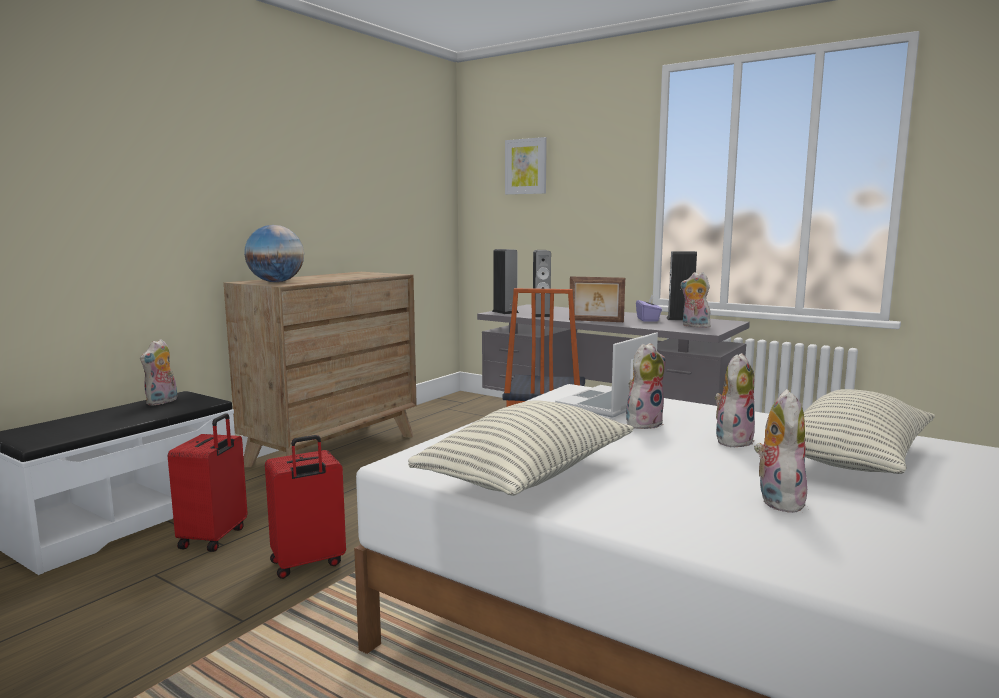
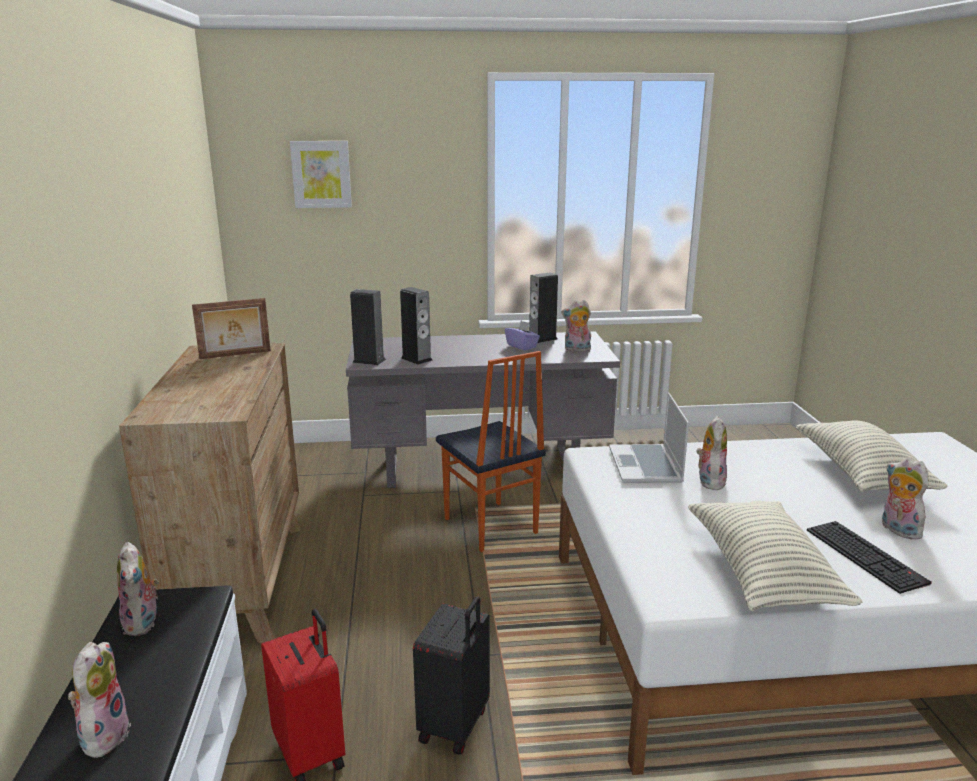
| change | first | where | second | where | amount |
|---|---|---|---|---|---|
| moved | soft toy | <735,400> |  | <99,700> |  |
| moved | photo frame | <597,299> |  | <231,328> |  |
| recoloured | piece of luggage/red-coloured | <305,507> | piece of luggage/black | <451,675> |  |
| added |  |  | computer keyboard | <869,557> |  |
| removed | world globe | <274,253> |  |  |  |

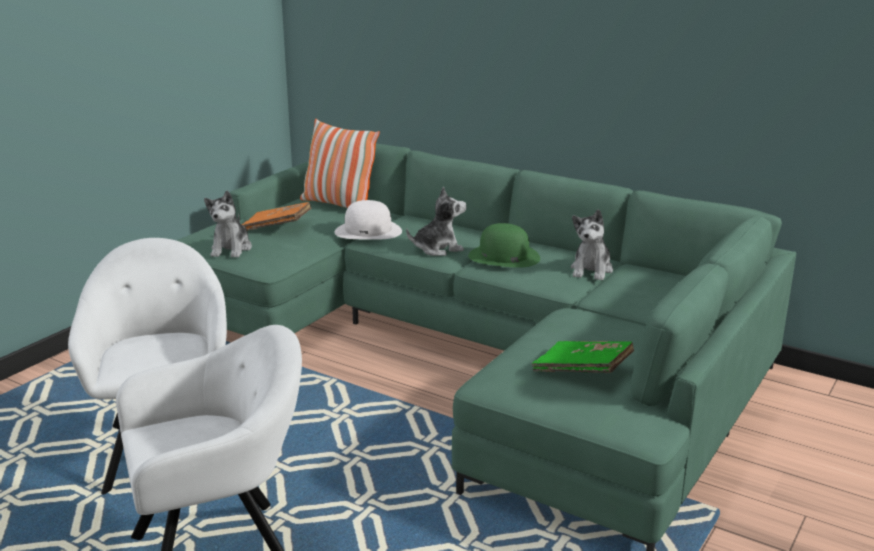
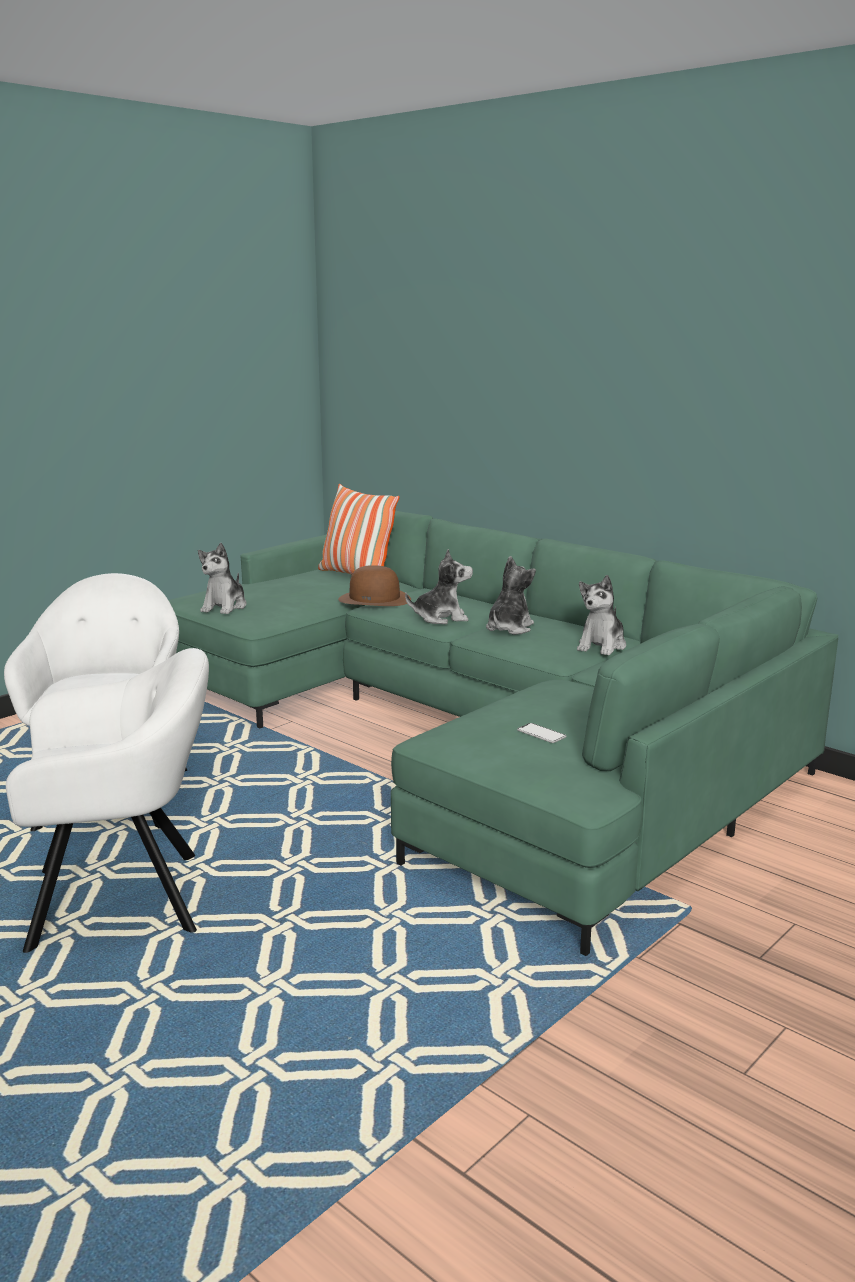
| change | first | where | second | where | amount |
|---|---|---|---|---|---|
| recoloured | clothing hat/whitish | <368,220> | clothing hat/brown-coloured | <374,585> |  |
| replaced | clothing hat/green-coloured | <504,245> | soft toy | <511,595> |  |
| replaced | book/green-coloured | <583,357> | handset | <541,733> |  |
| removed | book/orange-coloured | <277,216> |  |  |  |

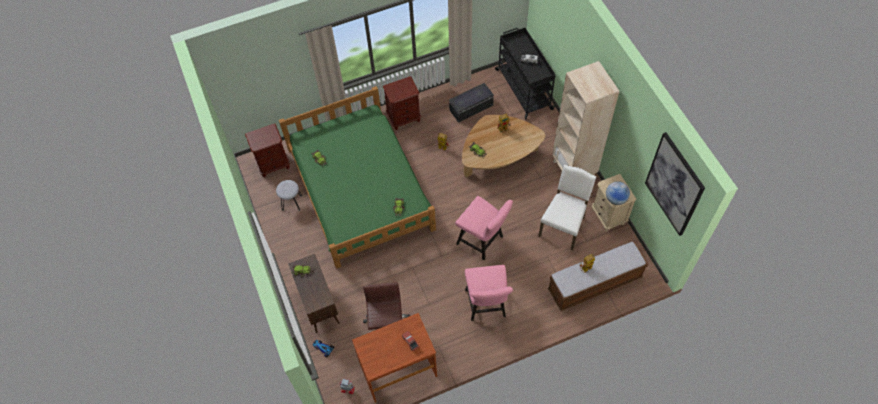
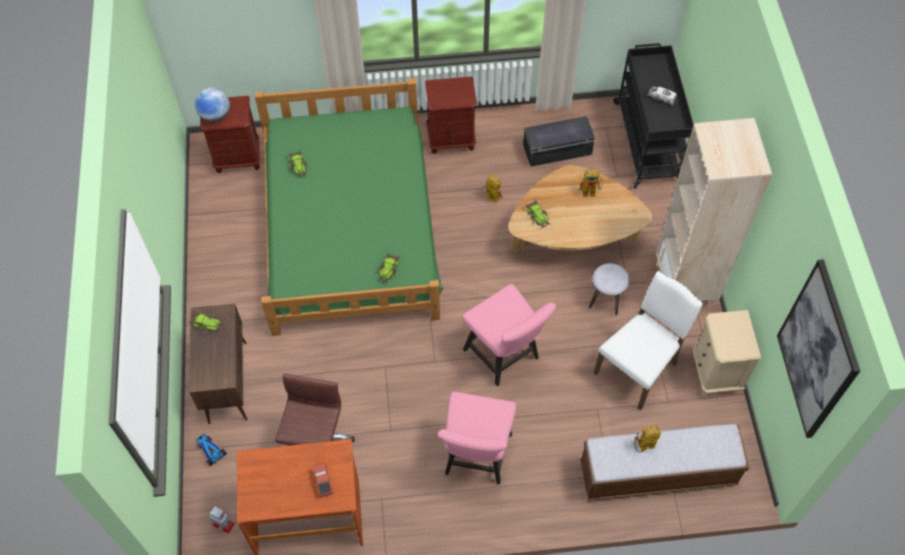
| change | first | where | second | where | amount |
|---|---|---|---|---|---|
| moved | world globe | <618,193> |  | <212,104> |  |
| moved | stool seat/grey | <289,195> |  | <609,289> |  |

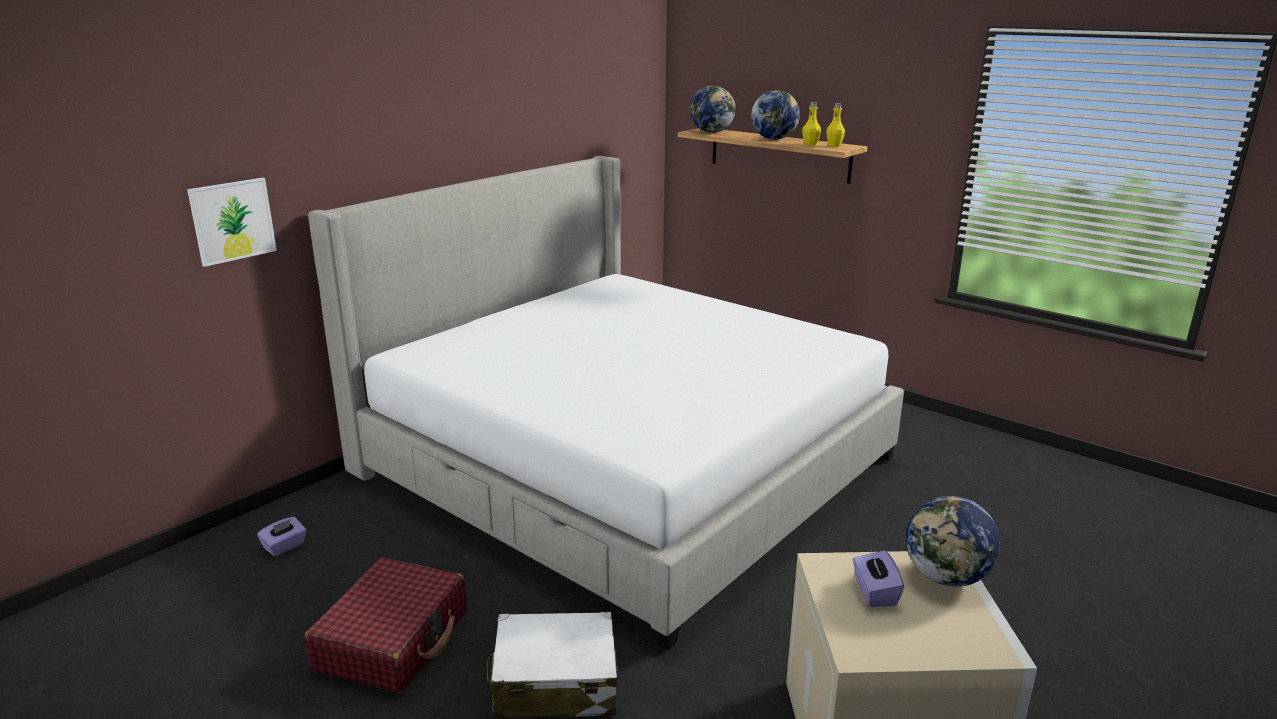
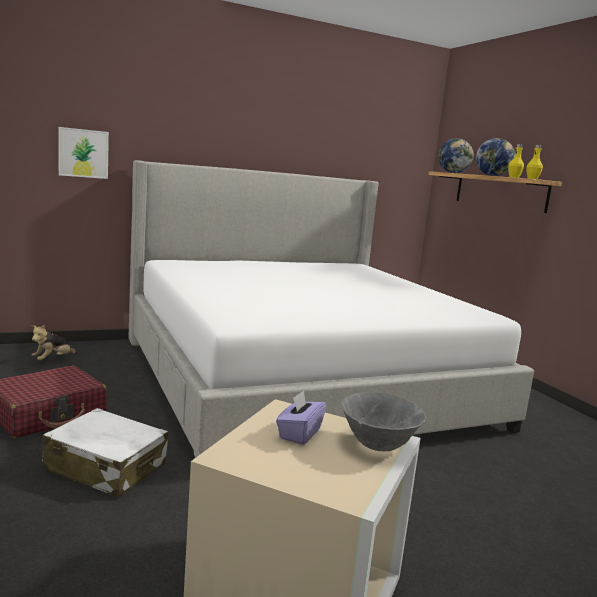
| change | first | where | second | where | amount |
|---|---|---|---|---|---|
| replaced | tissue box/purplish | <282,537> | soft toy | <54,342> |  |
| replaced | world globe | <953,541> | bowl/grey | <383,422> |  |

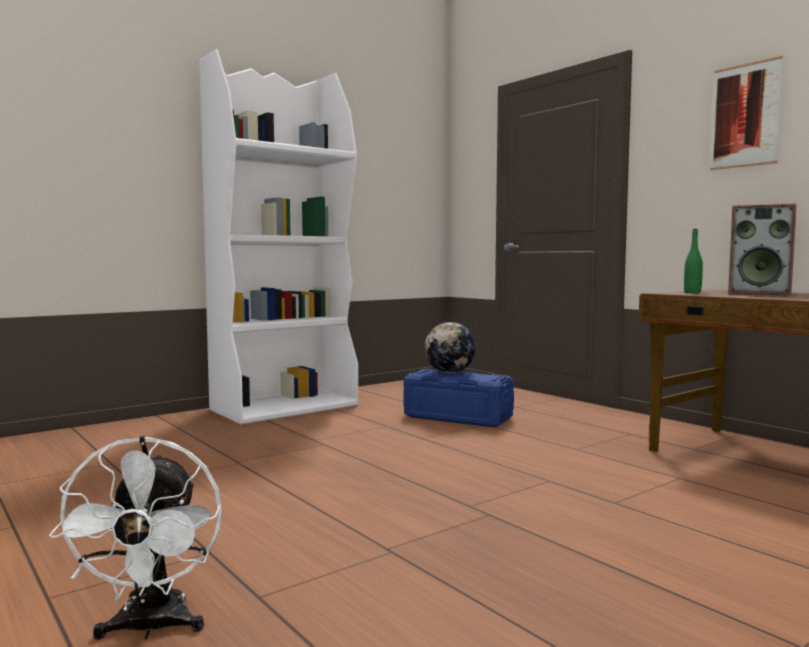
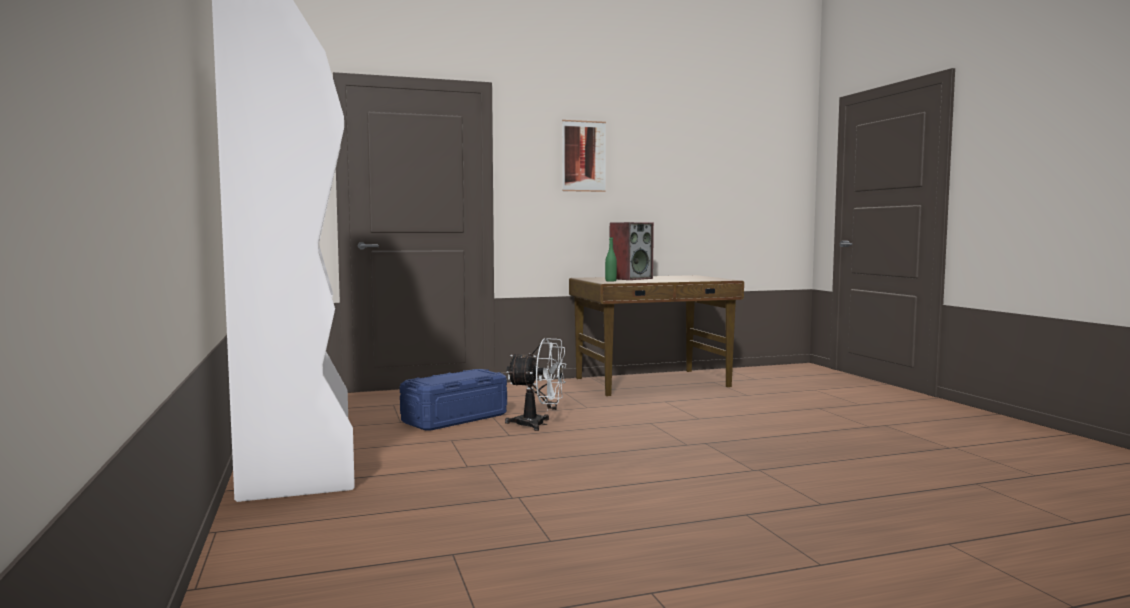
| change | first | where | second | where | amount |
|---|---|---|---|---|---|
| moved | cooling fan/whitish | <135,537> |  | <535,384> |  |
| removed | world globe | <450,347> |  |  |  |

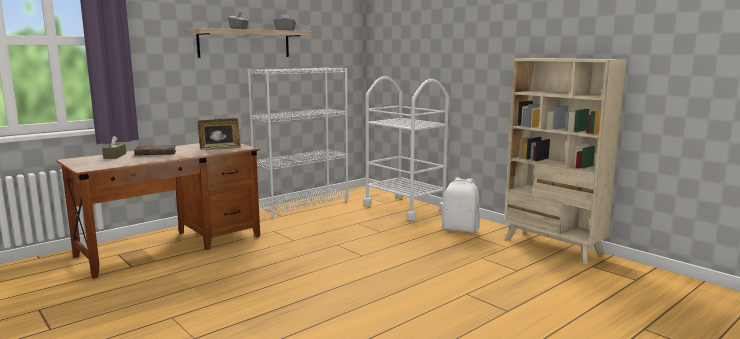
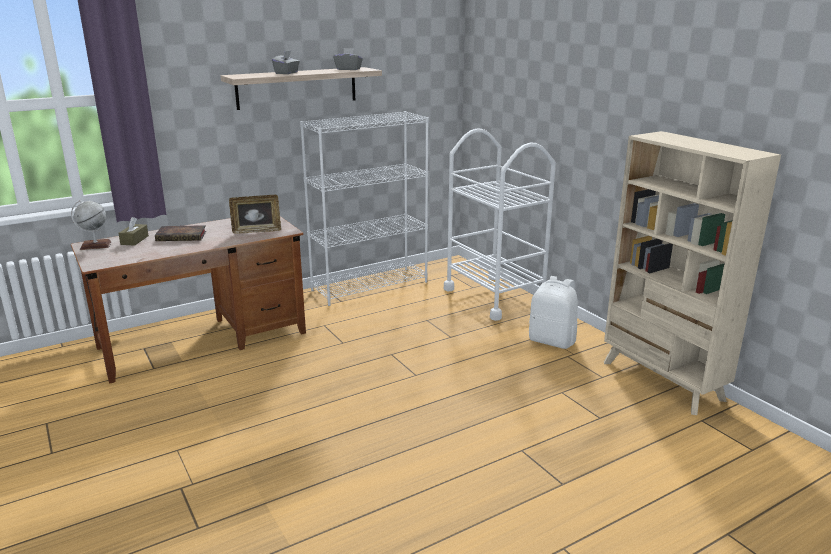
| change | first | where | second | where | amount |
|---|---|---|---|---|---|
| added |  |  | world globe | <91,225> |  |

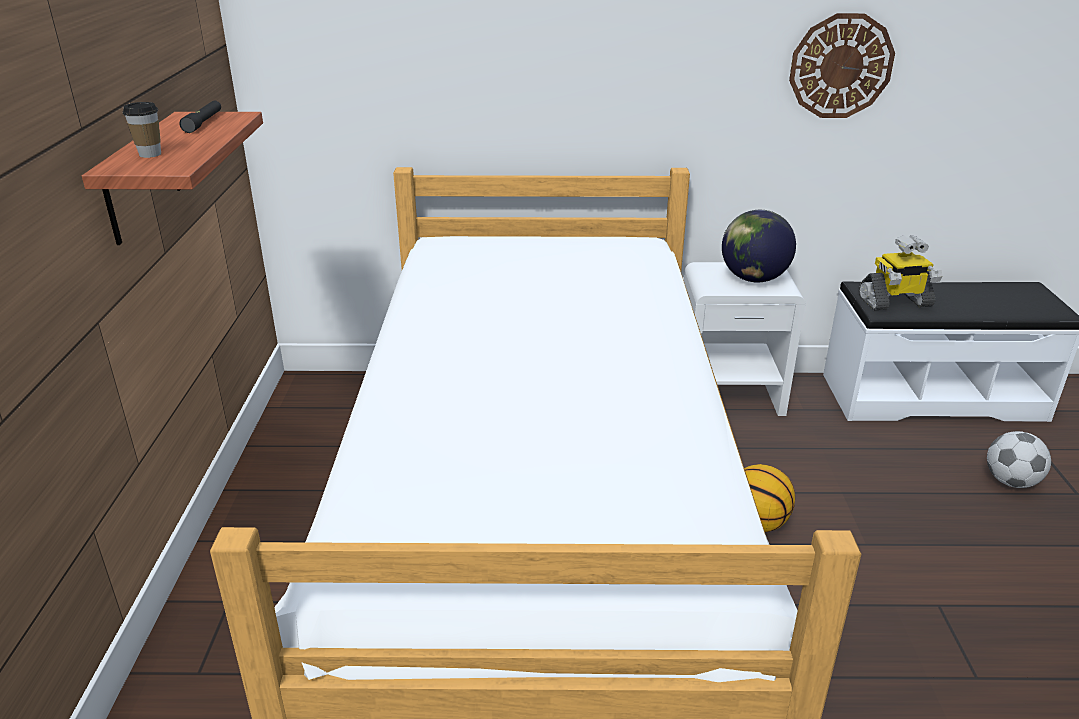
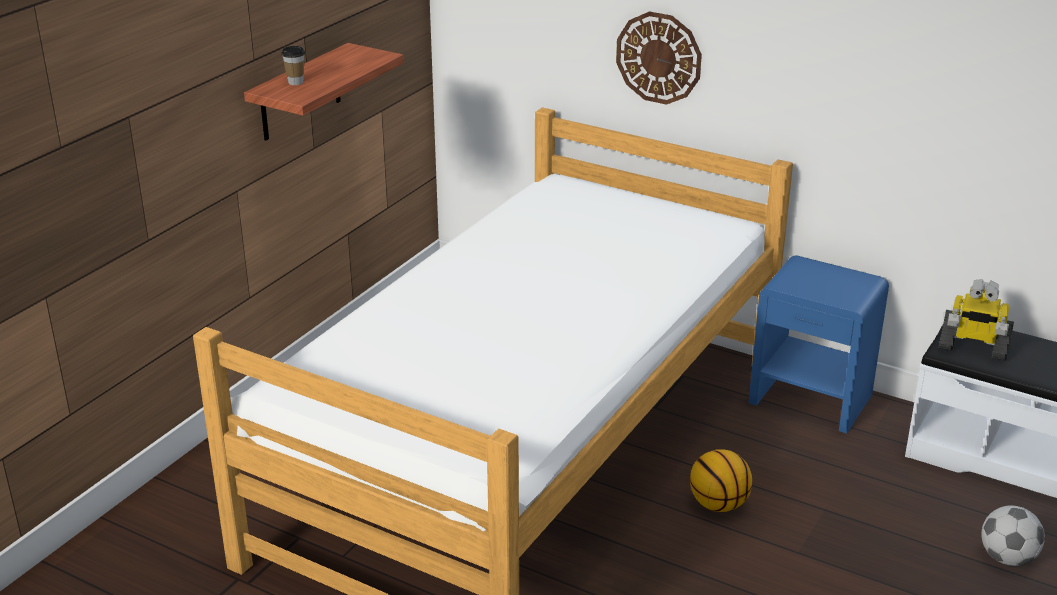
| change | first | where | second | where | amount |
|---|---|---|---|---|---|
| moved | clock on the wall | <842,65> |  | <659,58> |  |
| recoloured | night table/whitish | <744,339> | night table/blue-coloured | <819,344> |  |
| removed | flashlight/black | <200,116> |  |  |  |
| removed | world globe | <759,246> |  |  |  |

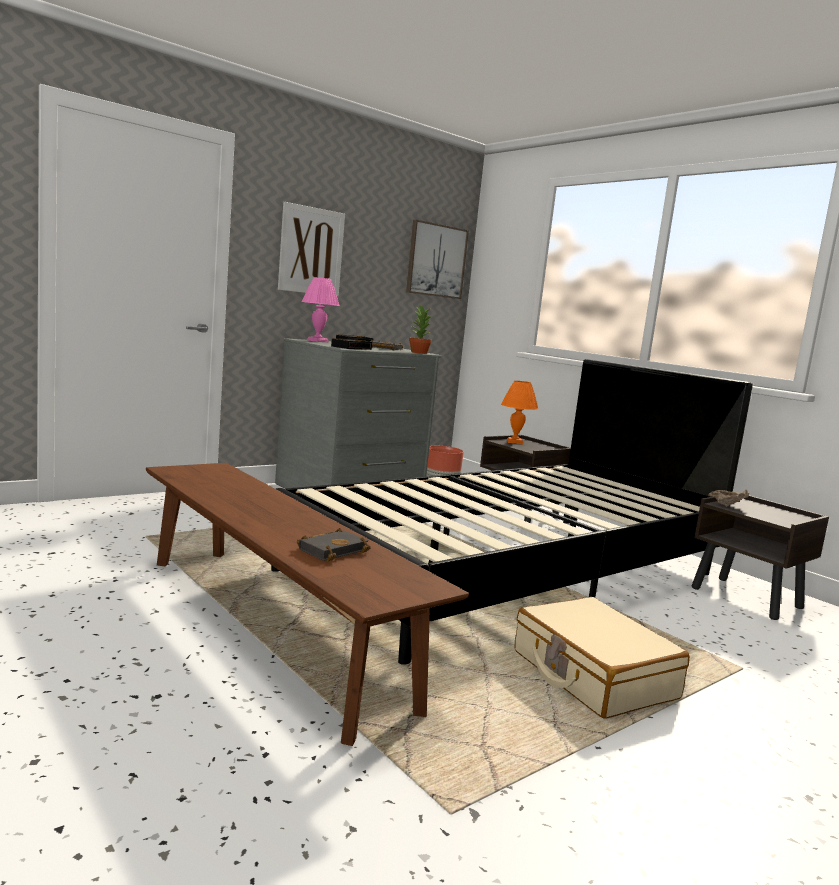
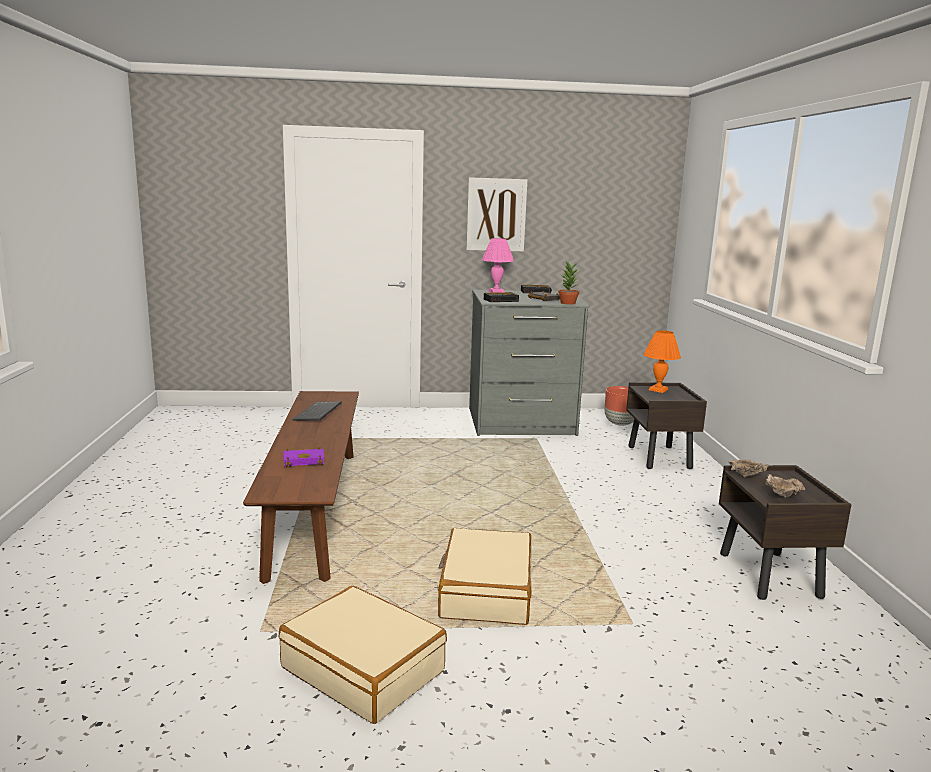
| change | first | where | second | where | amount |
|---|---|---|---|---|---|
| added |  |  | piece of luggage/beige | <363,655> |  |
| recoloured | book/black | <334,545> | book/purplish | <304,457> |  |
| added |  |  | computer keyboard | <317,411> |  |
| added |  |  | bowl/beige | <785,486> |  |
| removed | bed/black | <512,512> |  |  |  |
| removed | wall picture | <437,259> |  |  |  |

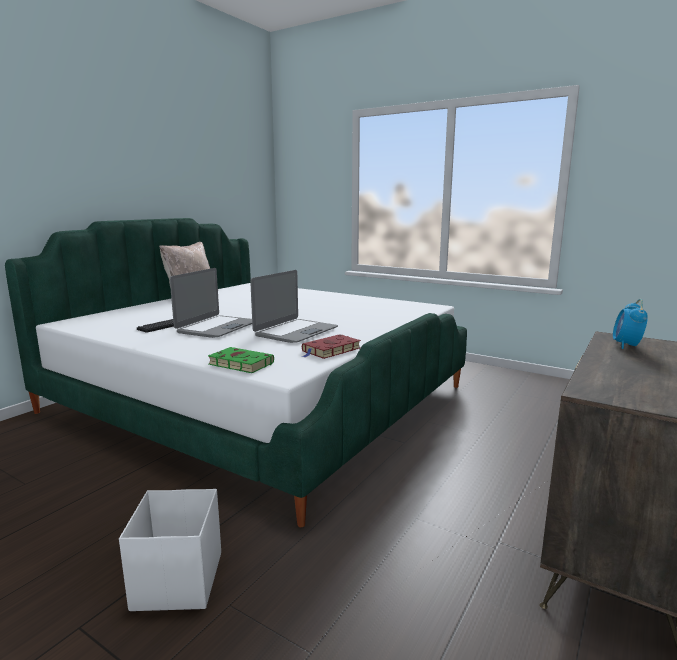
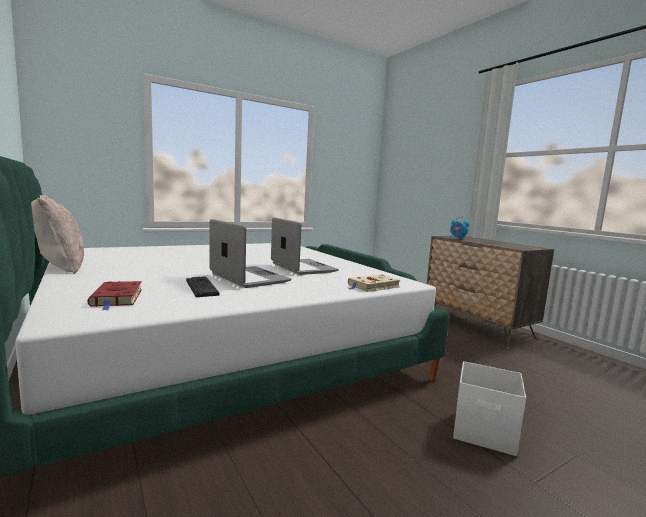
| change | first | where | second | where | amount |
|---|---|---|---|---|---|
| moved | book/red-coloured | <331,346> |  | <115,295> |  |
| recoloured | book/green-coloured | <241,360> | book/beige | <374,283> |  |

